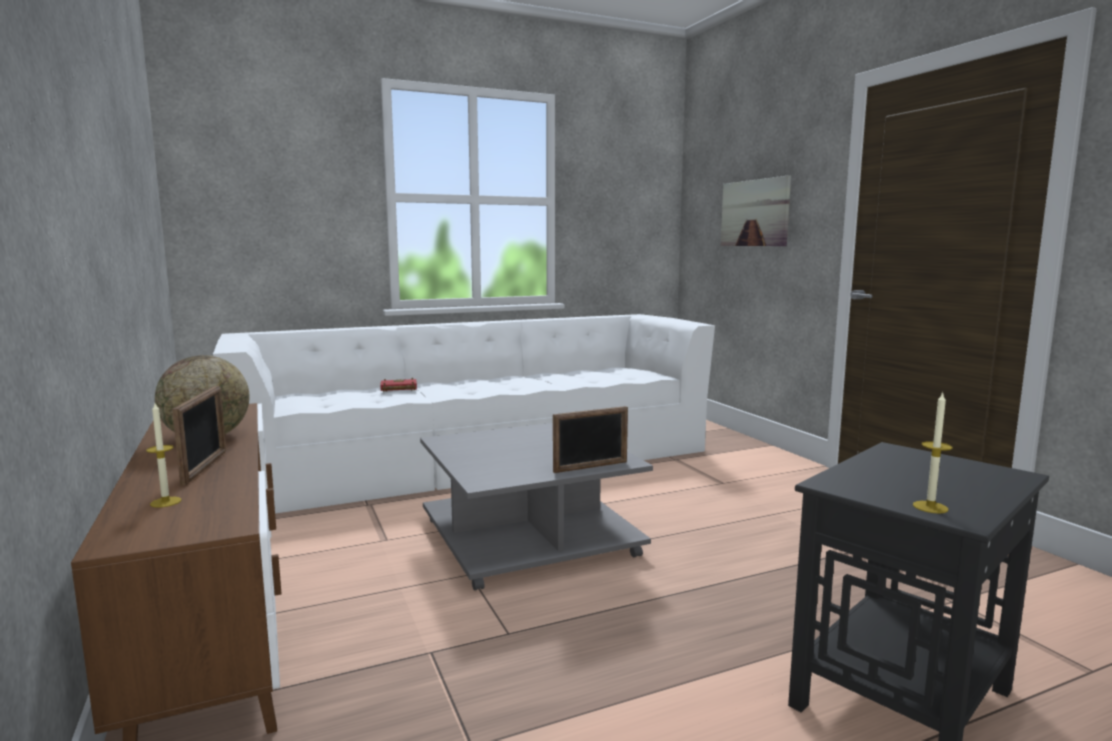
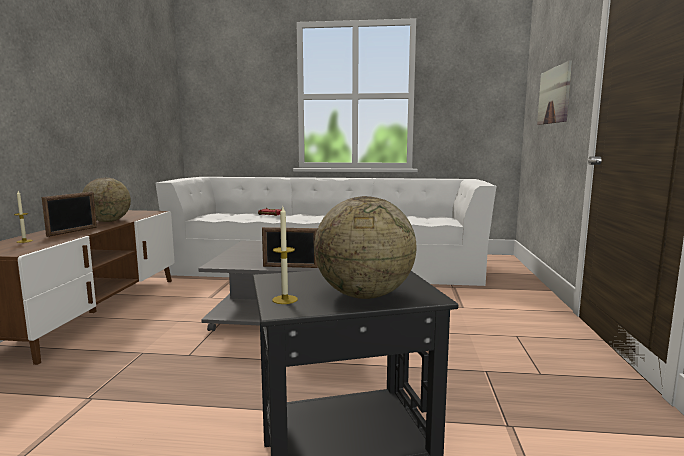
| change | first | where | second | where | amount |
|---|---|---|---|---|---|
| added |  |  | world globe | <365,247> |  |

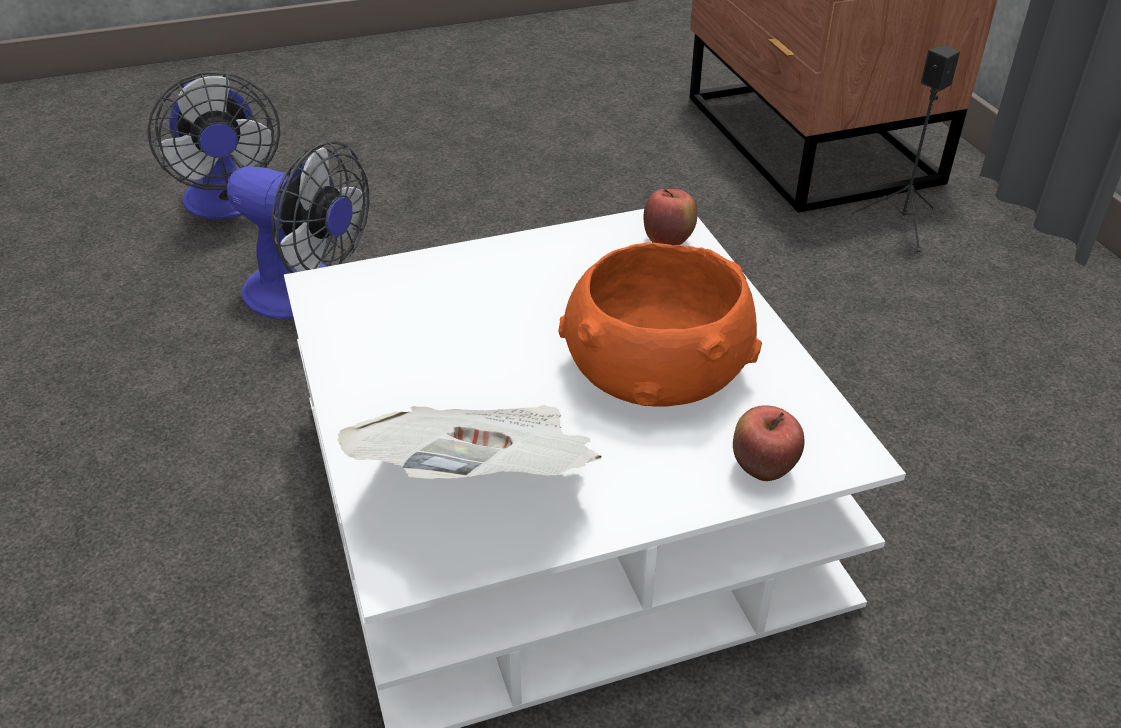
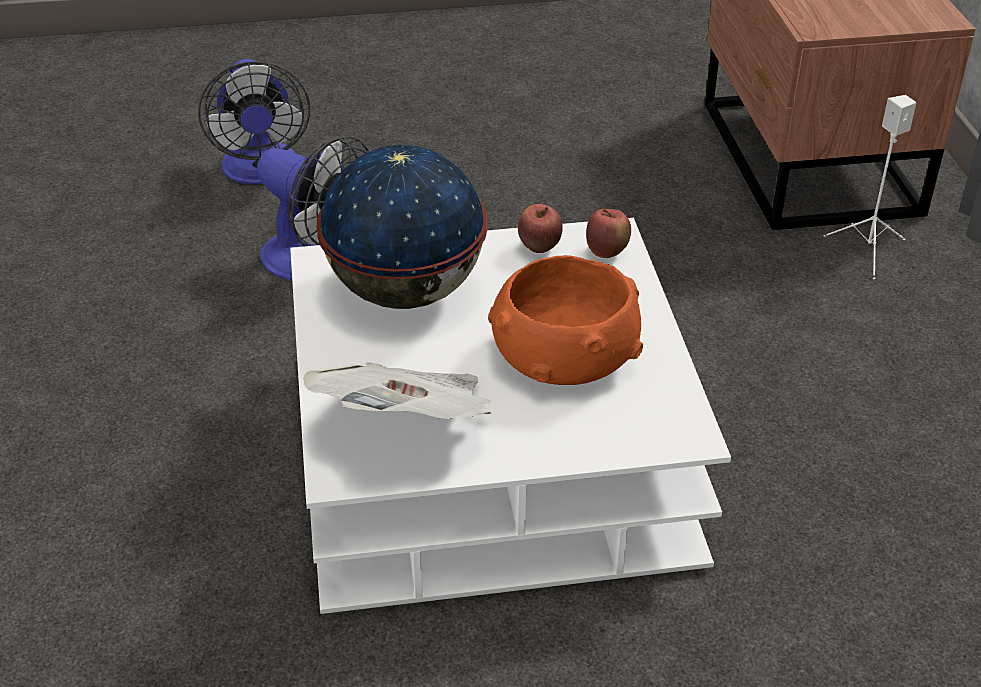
| change | first | where | second | where | amount |
|---|---|---|---|---|---|
| added |  |  | world globe | <401,227> |  |
| moved | apple fruit | <768,443> |  | <540,228> |  |
| recoloured | audio speaker/black | <906,148> | audio speaker/whitish | <870,187> |  |

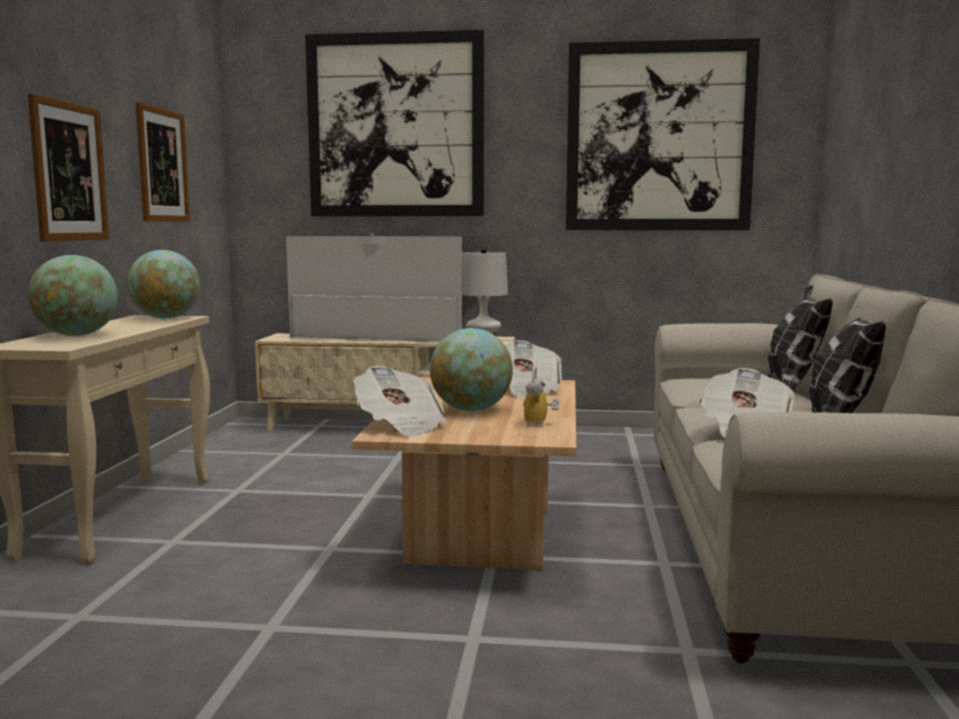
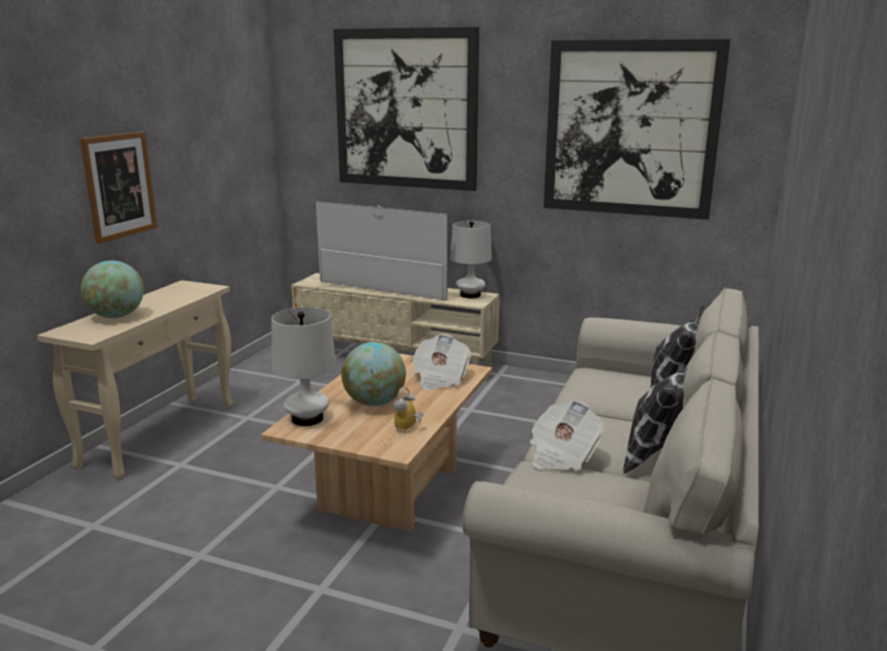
| change | first | where | second | where | amount |
|---|---|---|---|---|---|
| replaced | newspaper | <400,401> | lamp for a table/whitish | <303,366> |  |
| removed | world globe | <163,284> |  |  |  |
| removed | wall picture | <163,162> |  |  |  |

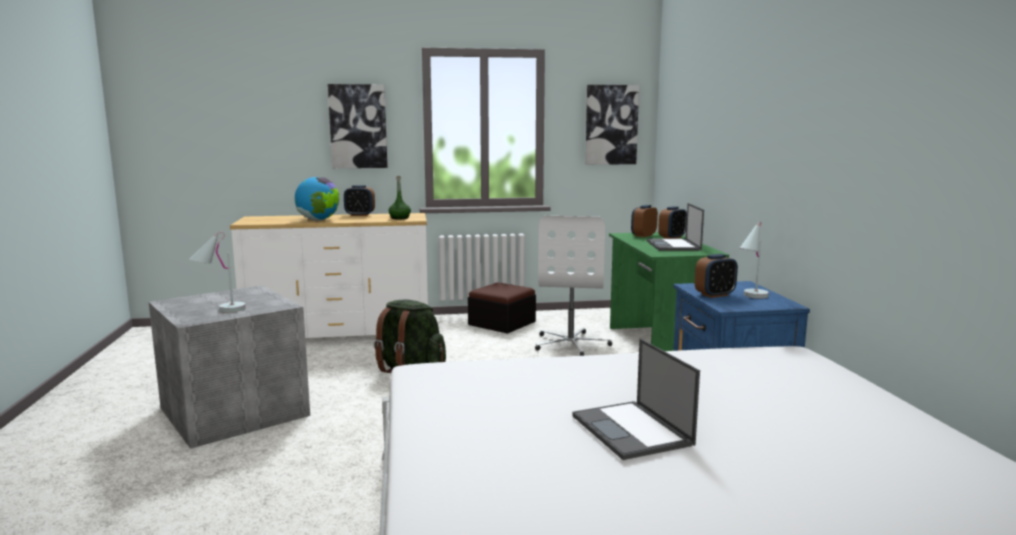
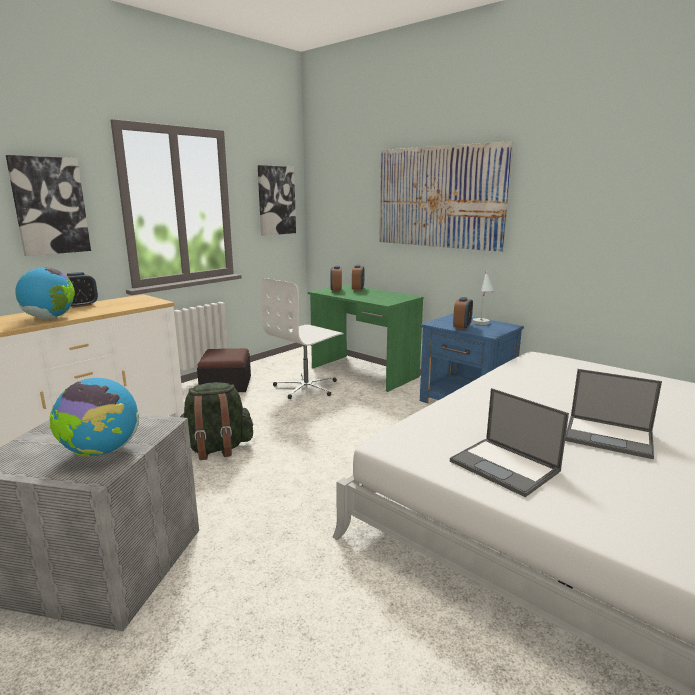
| change | first | where | second | where | amount |
|---|---|---|---|---|---|
| replaced | lamp for a table/whitish | <217,272> | world globe | <94,417> |  |
| turned | computer chair/whitish | <573,286> |  | <303,338> | 75 degrees clockwise |
| added |  |  | wall picture | <446,196> |  |
| moved | notebook computer | <675,227> |  | <509,442> |  |
| removed | drink bottle/green-coloured | <399,198> |  |  |  |

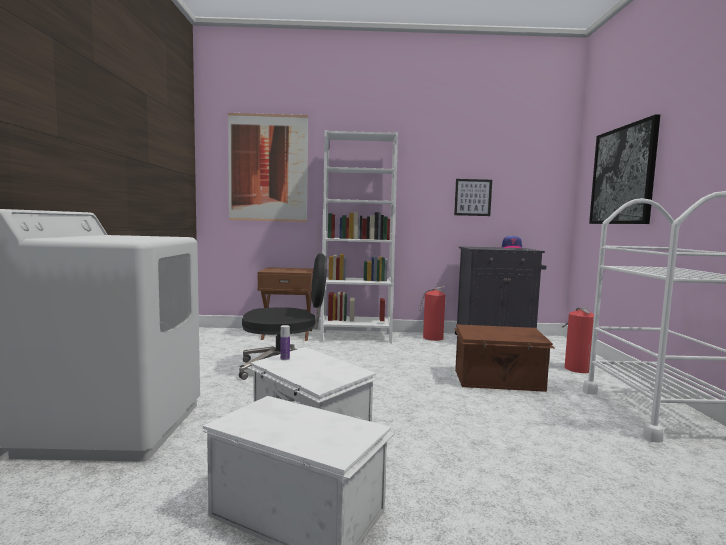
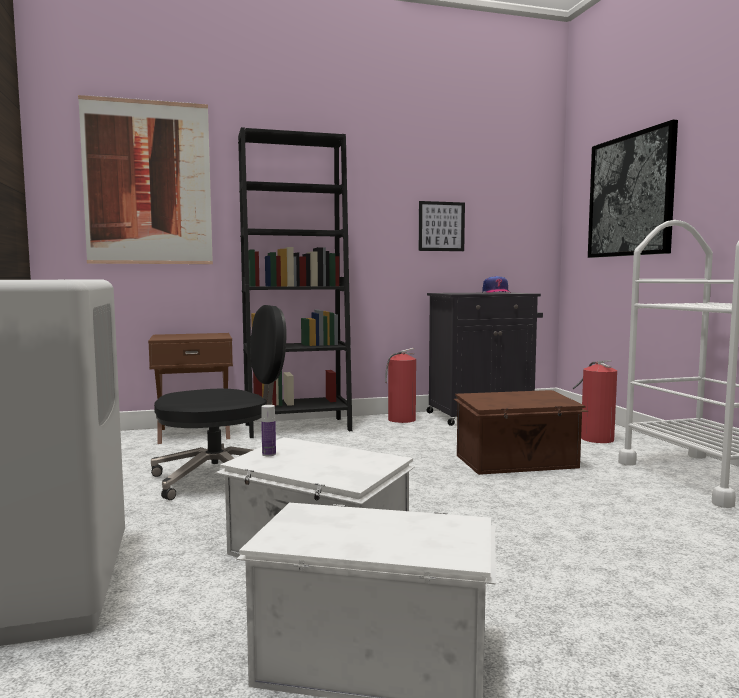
| change | first | where | second | where | amount |
|---|---|---|---|---|---|
| recoloured | bookshelf/whitish | <359,236> | bookshelf/black | <295,282> |  |

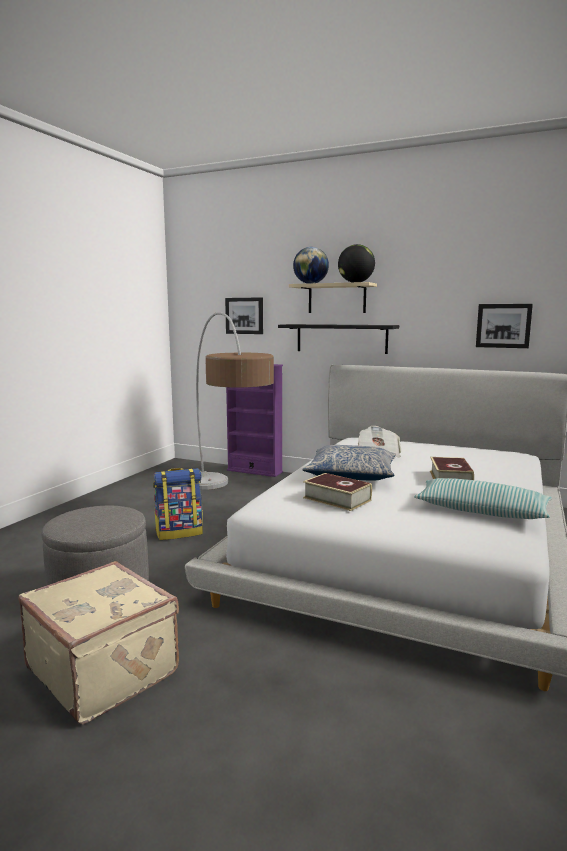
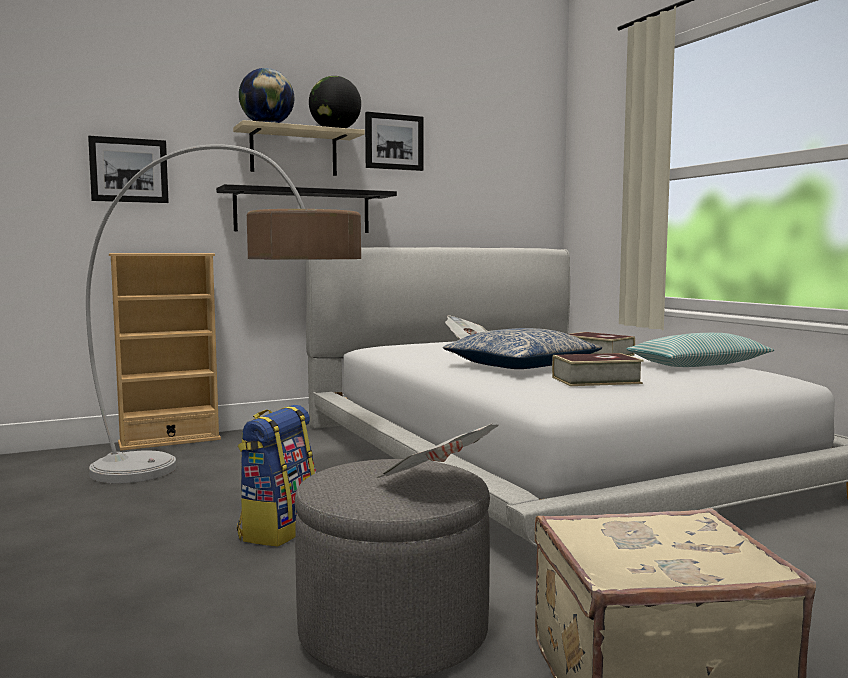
| change | first | where | second | where | amount |
|---|---|---|---|---|---|
| recoloured | bookshelf/purplish | <254,420> | bookshelf/beige | <165,352> |  |
| moved | wall picture | <504,326> |  | <394,141> |  |
| added |  |  | newspaper | <437,451> |  |

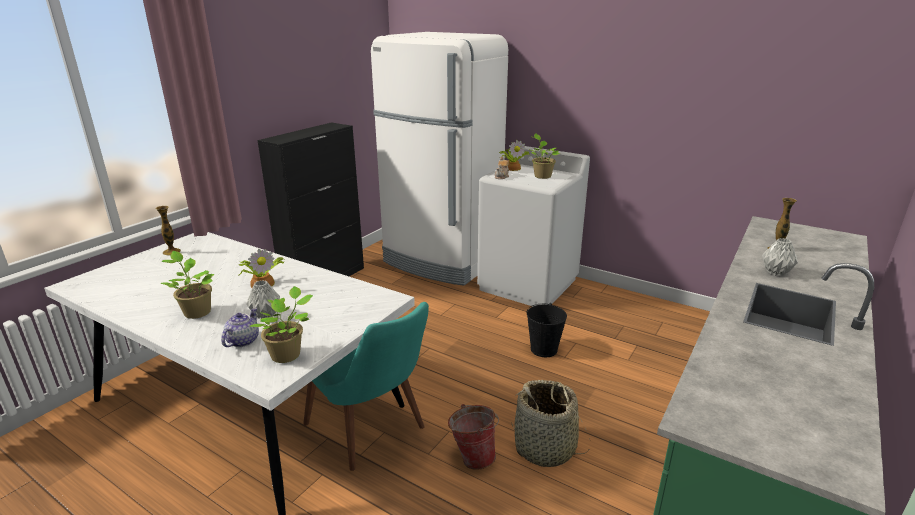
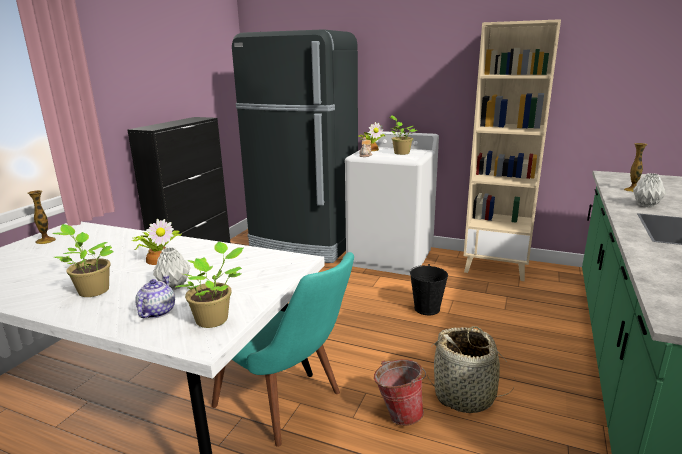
| change | first | where | second | where | amount |
|---|---|---|---|---|---|
| recoloured | fridge/whitish | <439,159> | fridge/black | <295,146> |  |
| added |  |  | bookshelf/beige | <512,150> |  |

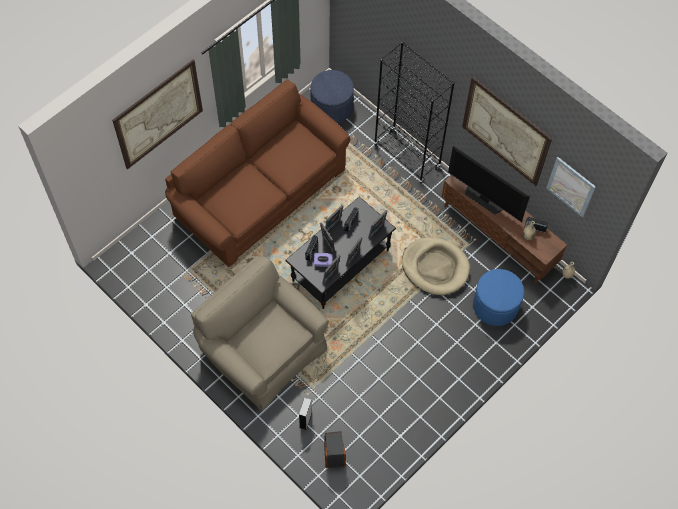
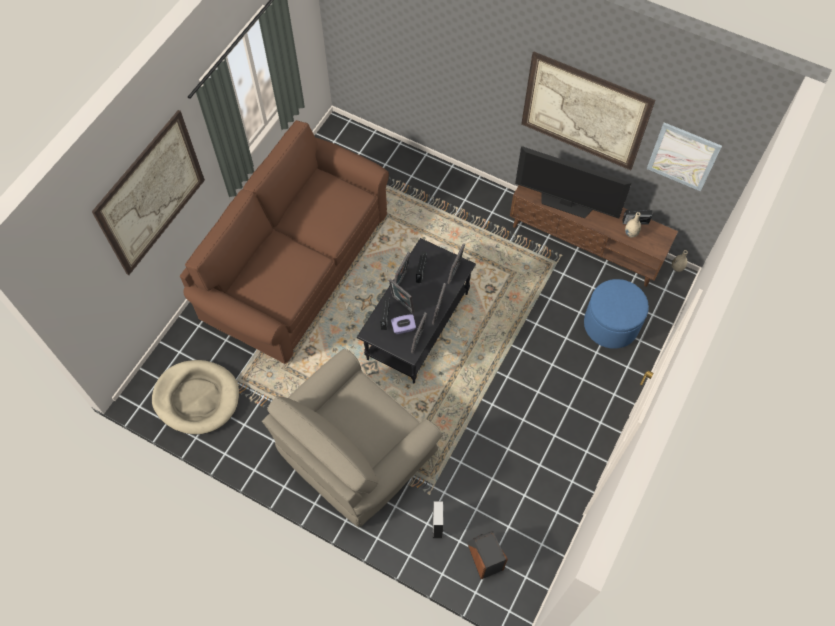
| change | first | where | second | where | amount |
|---|---|---|---|---|---|
| moved | dog cushion/beige | <436,266> |  | <195,397> |  |
| turned | armchair/beige | <260,333> |  | <352,438> | 75 degrees counterclockwise |
| removed | ottoman/blue-coloured | <332,96> |  |  |  |
| removed | bookshelf/black | <414,113> |  |  |  |

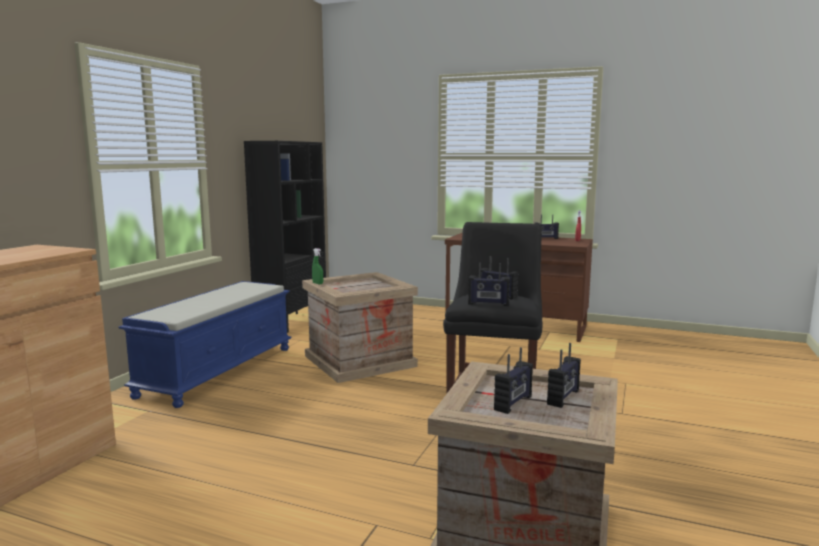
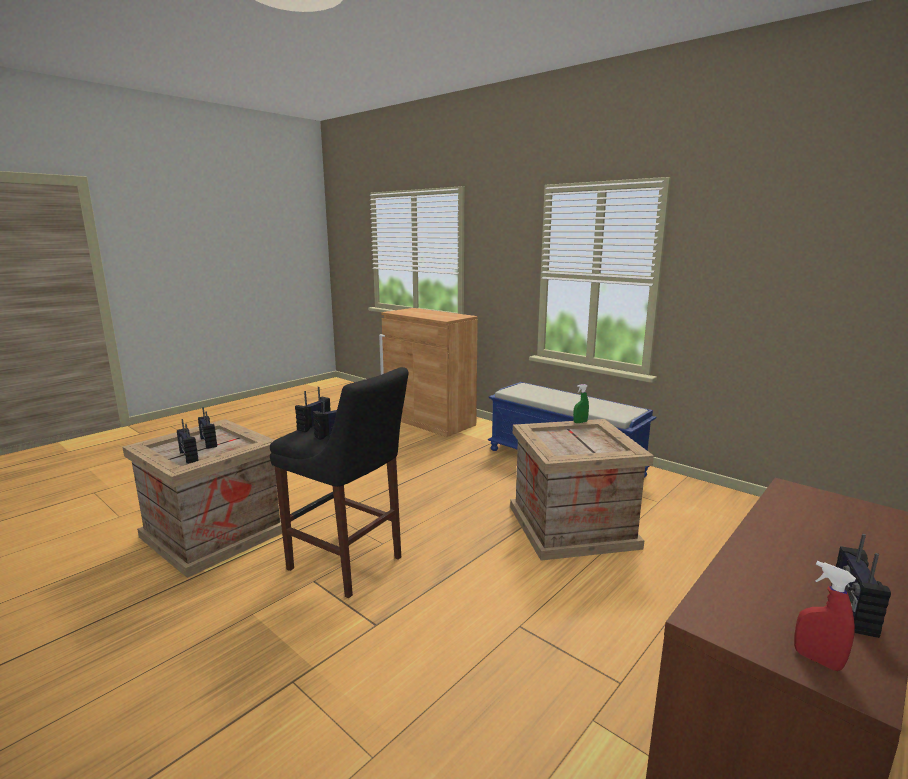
| change | first | where | second | where | amount |
|---|---|---|---|---|---|
| removed | bookshelf/black | <285,237> |  |  |  |

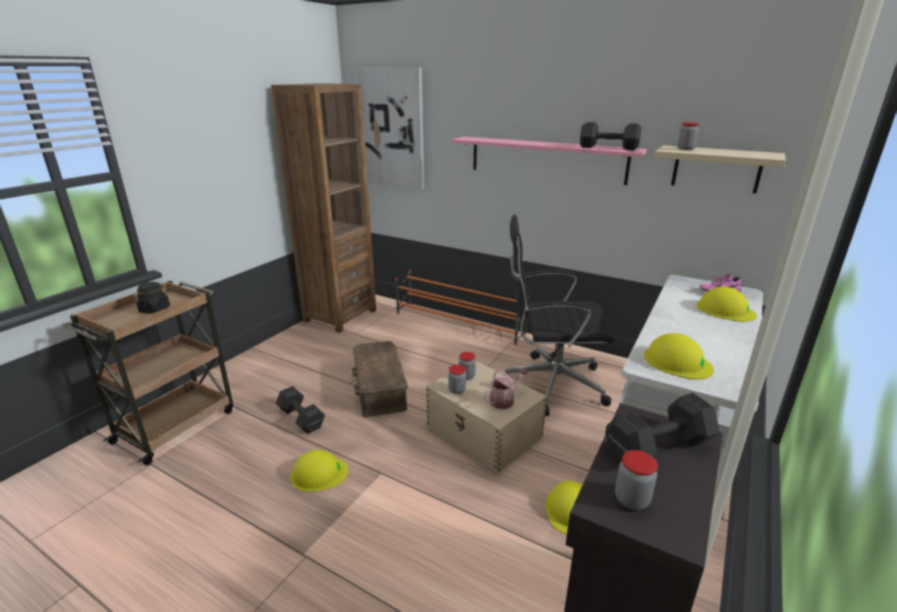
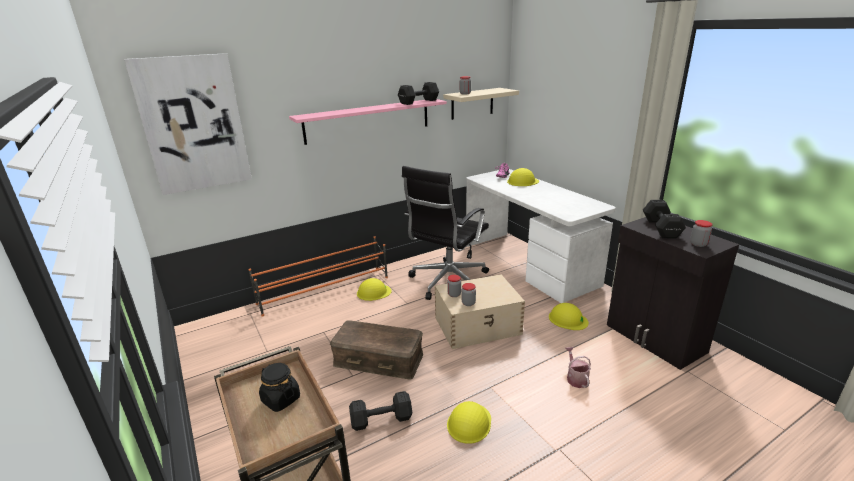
| change | first | where | second | where | amount |
|---|---|---|---|---|---|
| moved | work helmet/yellowish | <679,356> |  | <374,289> |  |
| moved | sprinkling can | <506,388> |  | <578,367> |  |
| removed | bookshelf/brown-coloured | <323,208> |  |  |  |

